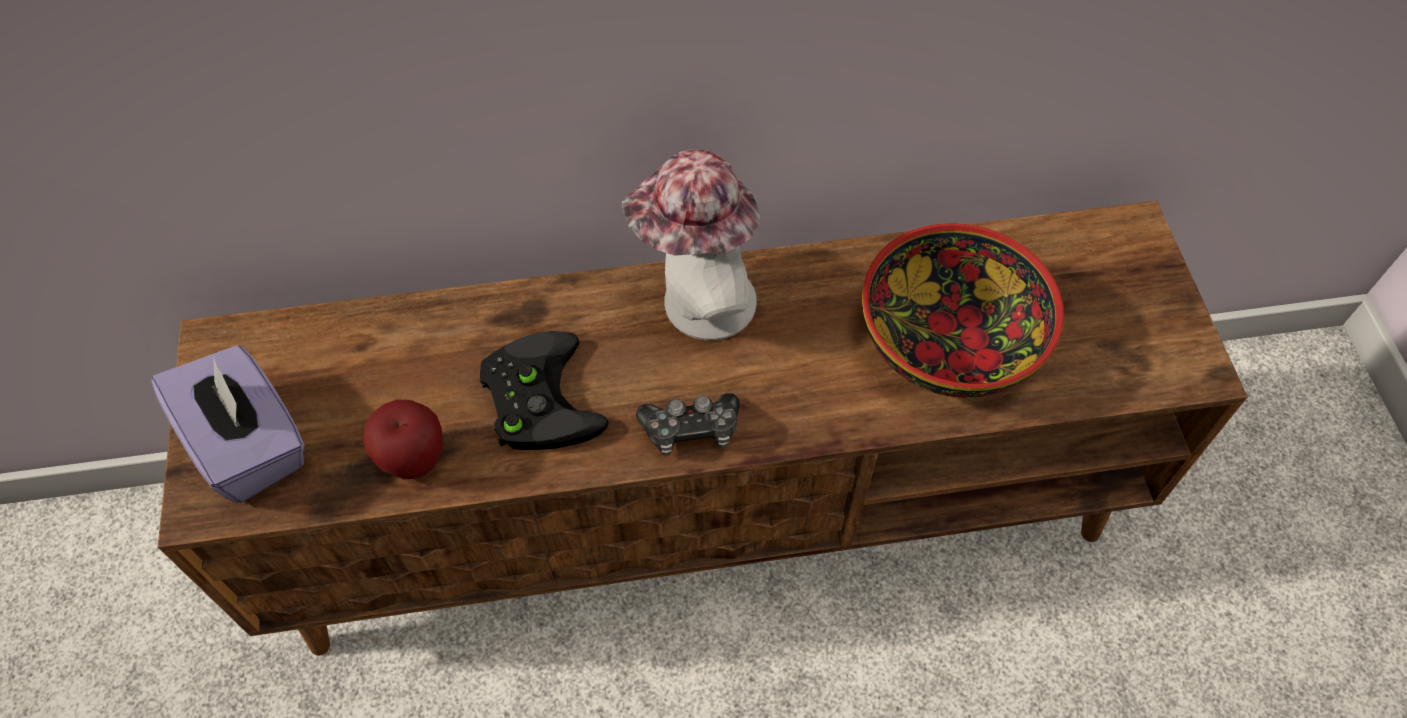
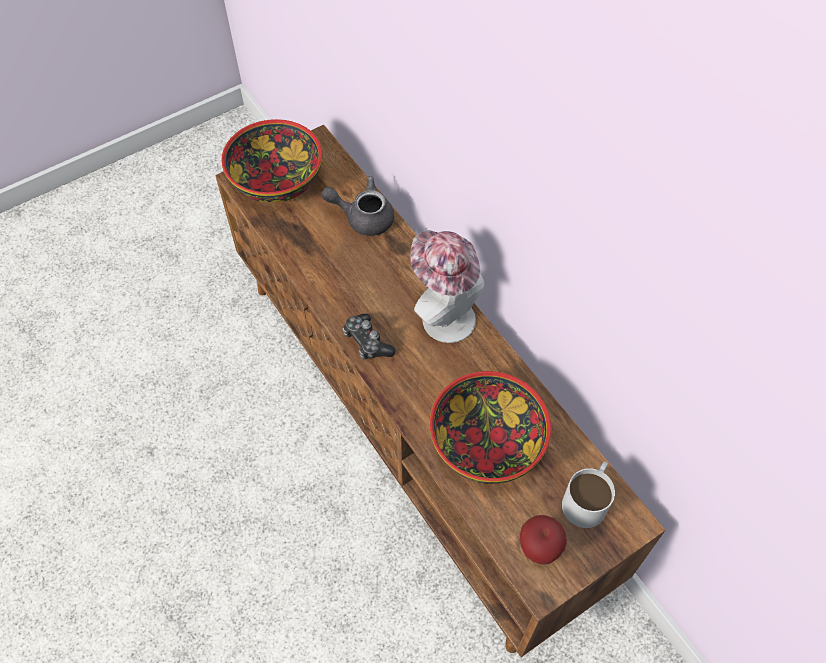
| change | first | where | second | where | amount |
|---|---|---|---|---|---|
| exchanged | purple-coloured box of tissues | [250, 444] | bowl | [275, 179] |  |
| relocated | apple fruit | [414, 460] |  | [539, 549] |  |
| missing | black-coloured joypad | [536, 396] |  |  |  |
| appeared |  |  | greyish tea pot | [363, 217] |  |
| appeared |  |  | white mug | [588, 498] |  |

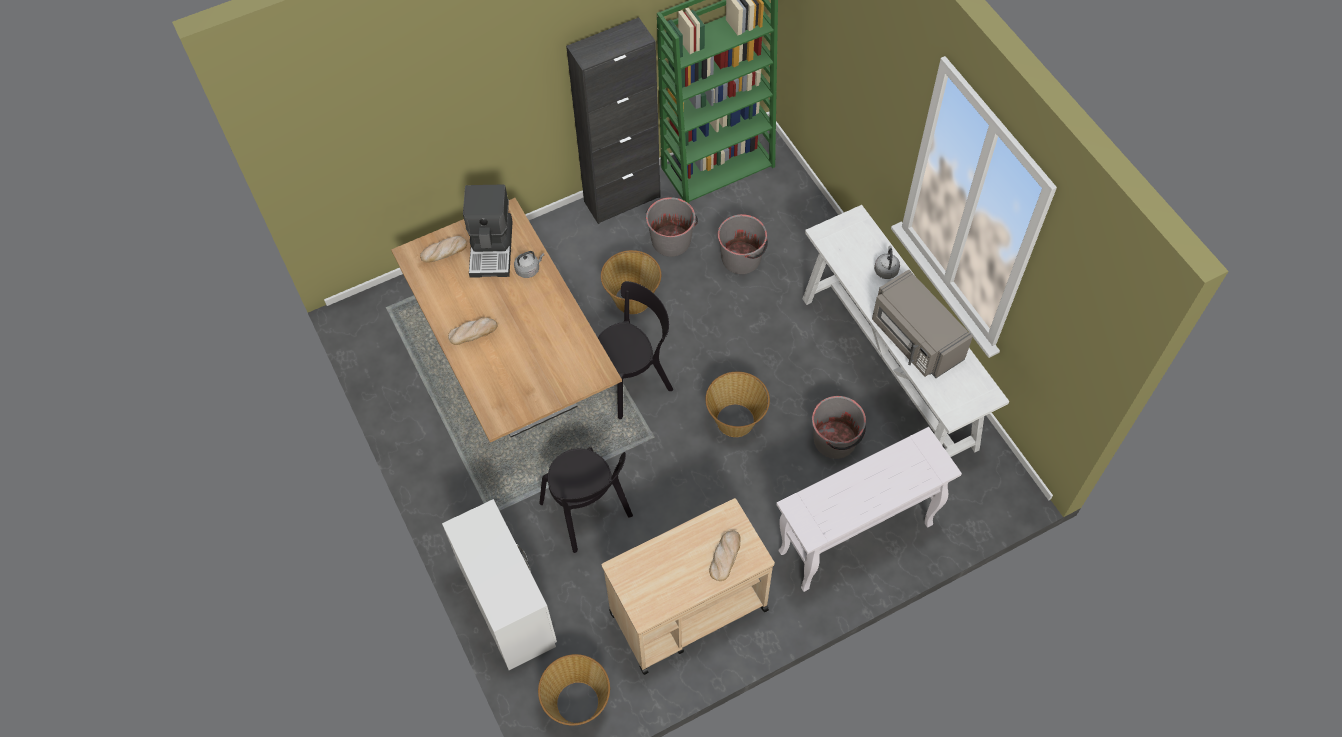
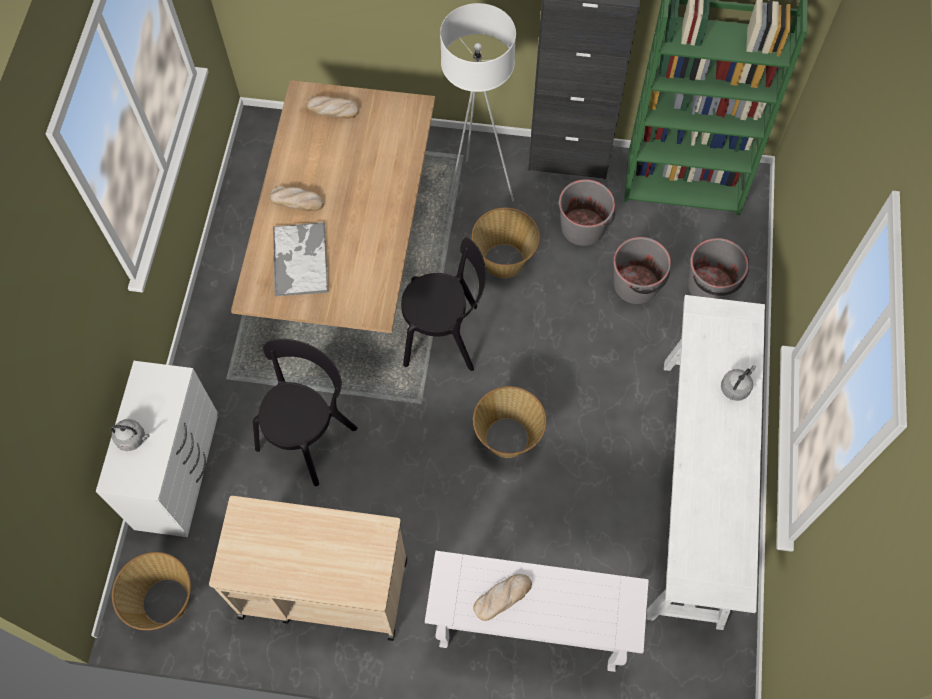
| change | first | where | second | where | amount |
|---|---|---|---|---|---|
| missing | coffee maker | [492, 248] |  |  |  |
| relocated | greyish water kettle | [529, 269] |  | [133, 438] |  |
| spun | black-coloured plain chair | [588, 512] |  | [309, 434] | 150 degrees counterclockwise |
| relocated | bread | [725, 556] |  | [502, 596] |  |
| relocated | greyish water bucket | [835, 440] |  | [710, 286] |  |
| missing | greyish kitchen microwave | [915, 339] |  |  |  |
| appeared |  |  | serving tray | [300, 259] |  |
| appeared |  |  | white standing lamp | [476, 191] |  |

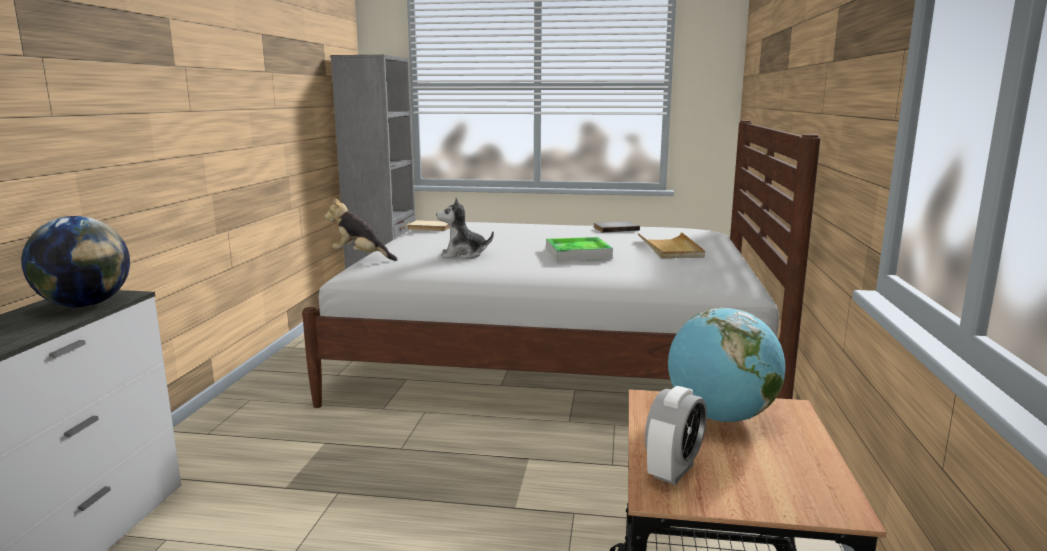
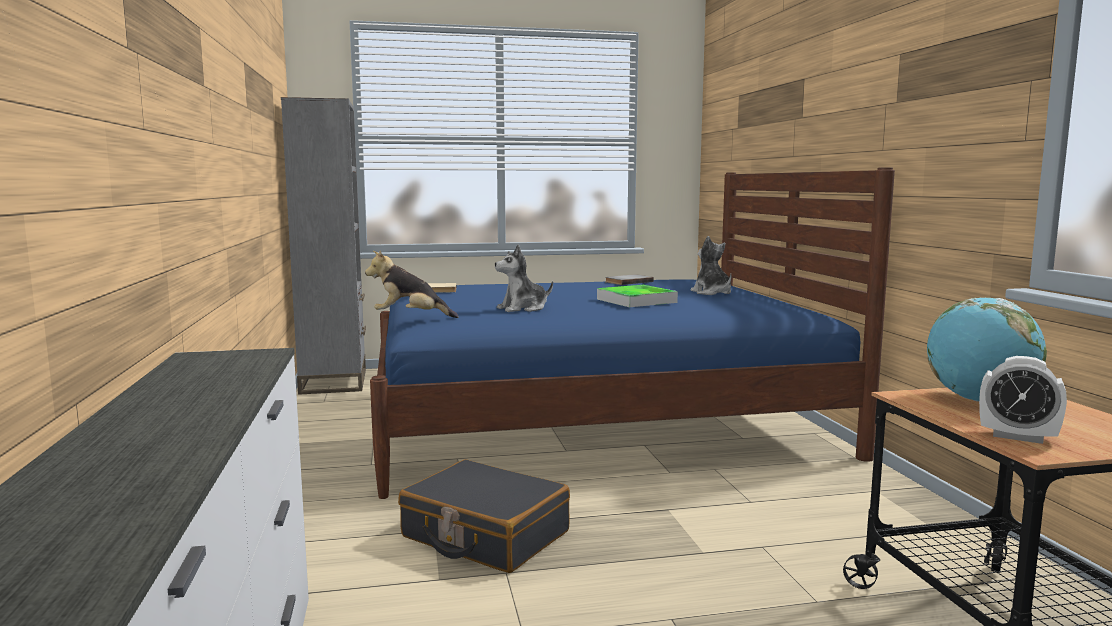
| change | first | where | second | where | amount |
|---|---|---|---|---|---|
| missing | desk globe | [85, 305] |  |  |  |
| colour | white sleeping bed | [554, 359] | blue-coloured sleeping bed | [593, 422] |  |
| exchanged | beige serving tray | [670, 249] | cuddly toy | [711, 293] |  |
| spun | bedside clock | [673, 471] |  | [1017, 437] | 105 degrees clockwise |
| appeared |  |  | black-coloured piece of luggage | [484, 535] |  |

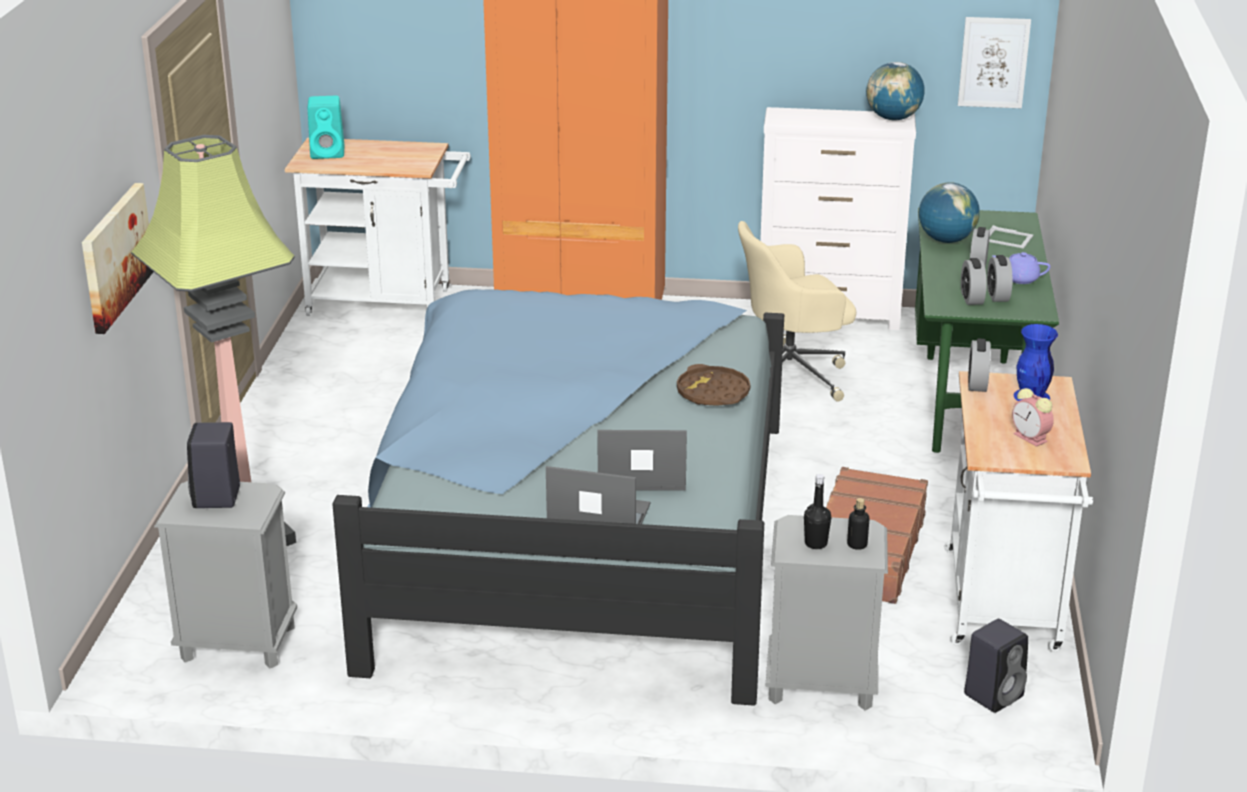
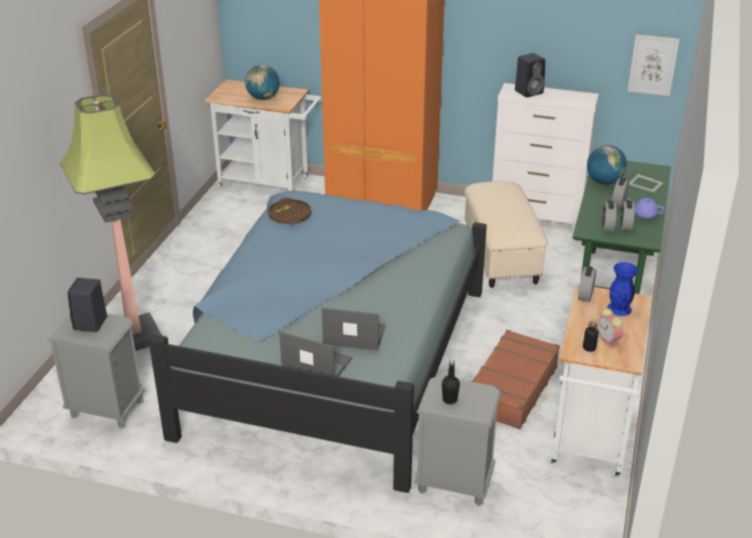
| change | first | where | second | where | amount |
|---|---|---|---|---|---|
| missing | wall picture | [115, 256] |  |  |  |
| missing | blue-green audio speaker | [329, 153] |  |  |  |
| relocated | brown serving tray | [713, 393] |  | [289, 215] |  |
| exchanged | beige desk chair | [790, 374] | beige pouffe | [500, 256] |  |
| relocated | beverage bottle | [857, 544] |  | [589, 348] |  |
| relocated | desk globe | [893, 118] |  | [263, 98] |  |
| relocated | black-coloured audio speaker | [994, 694] |  | [529, 92] |  |

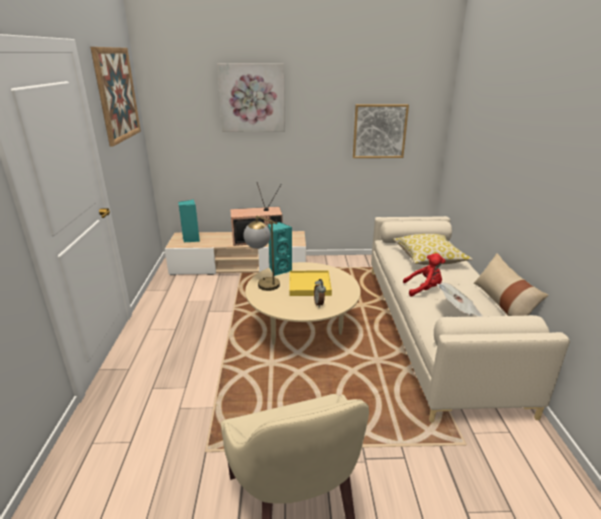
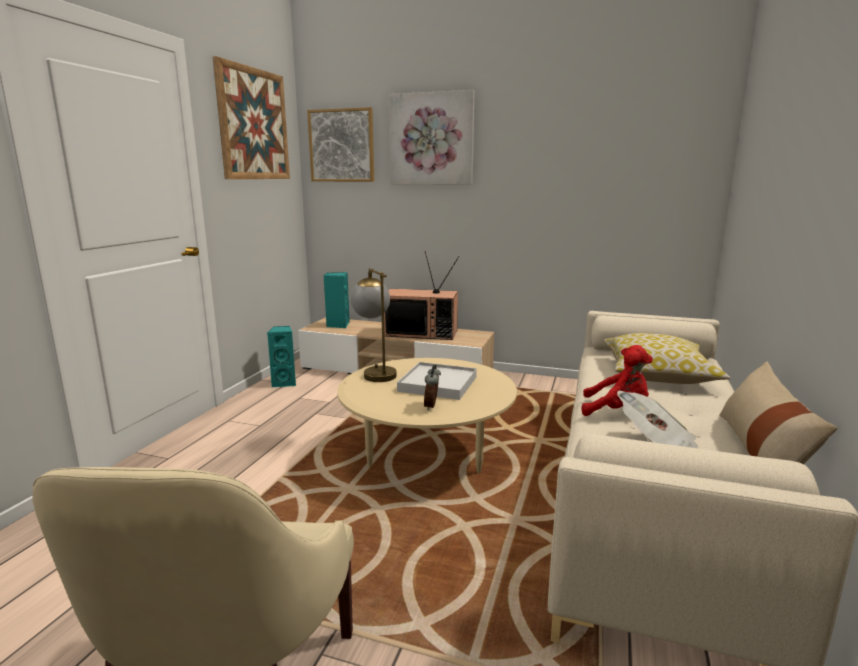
| change | first | where | second | where | amount |
|---|---|---|---|---|---|
| relocated | blue-green audio speaker | [279, 270] |  | [285, 383] |  |
| colour | yellow-coloured serving tray | [309, 285] | white serving tray | [438, 384] |  |
| relocated | wall picture | [379, 131] |  | [342, 146] |  |

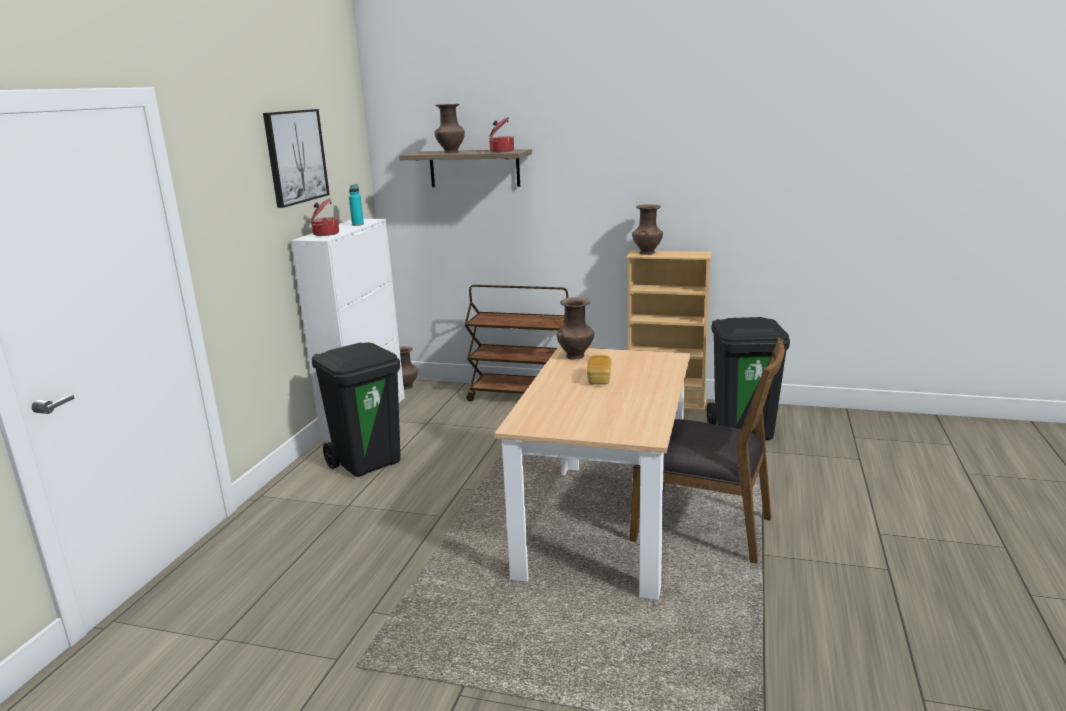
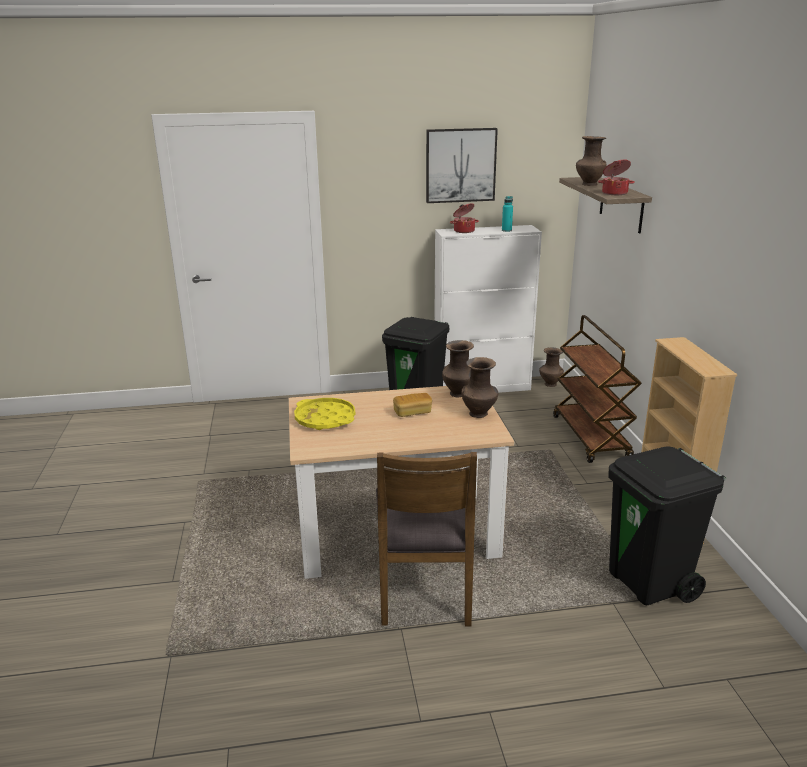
| change | first | where | second | where | amount |
|---|---|---|---|---|---|
| relocated | brown flower vase | [647, 253] |  | [479, 414] |  |
| appeared |  |  | yellow-coloured serving tray | [325, 419] |  |

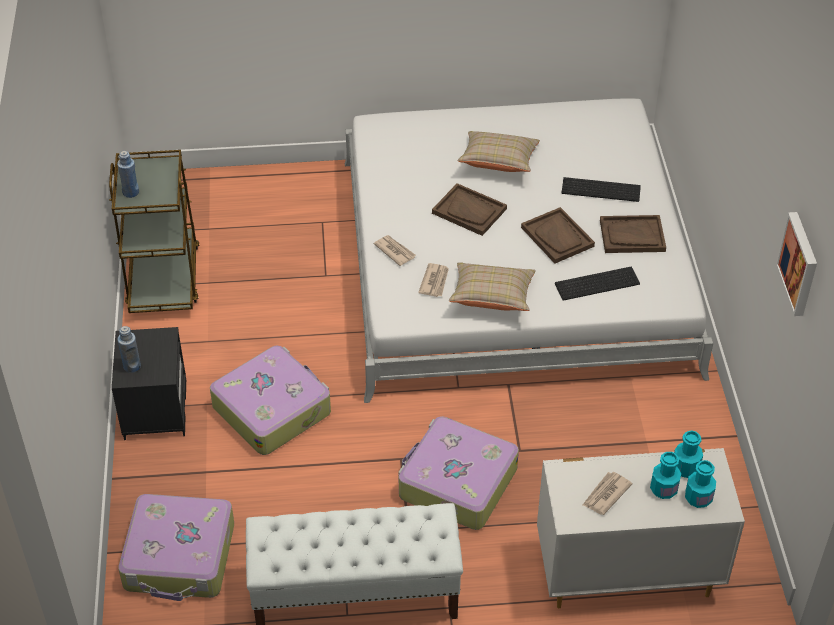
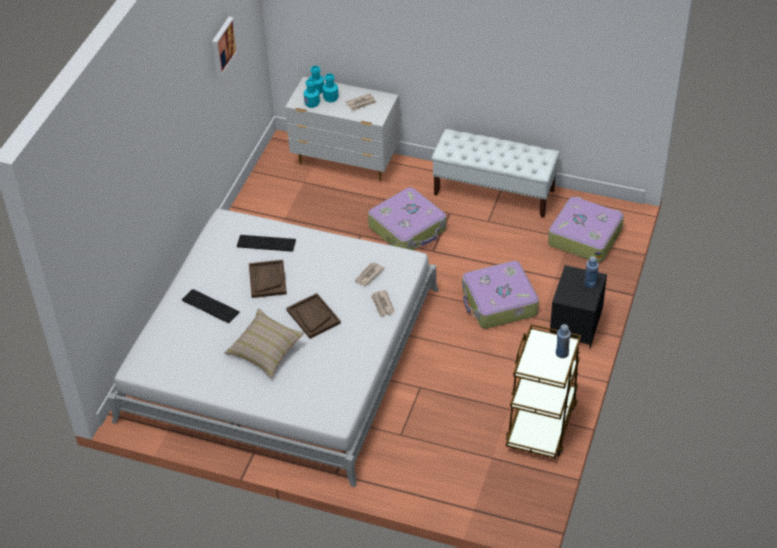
| change | first | where | second | where | amount |
|---|---|---|---|---|---|
| missing | beige throw pillow | [492, 298] |  |  |  |
| missing | brown serving tray | [632, 236] |  |  |  |

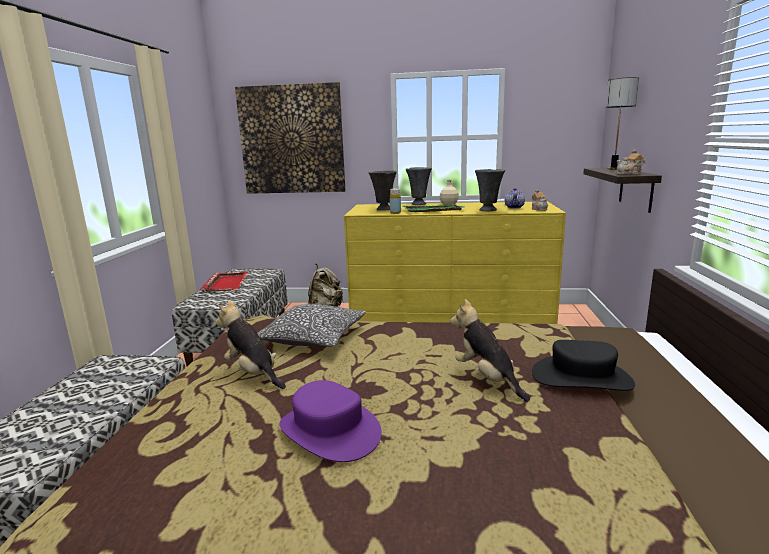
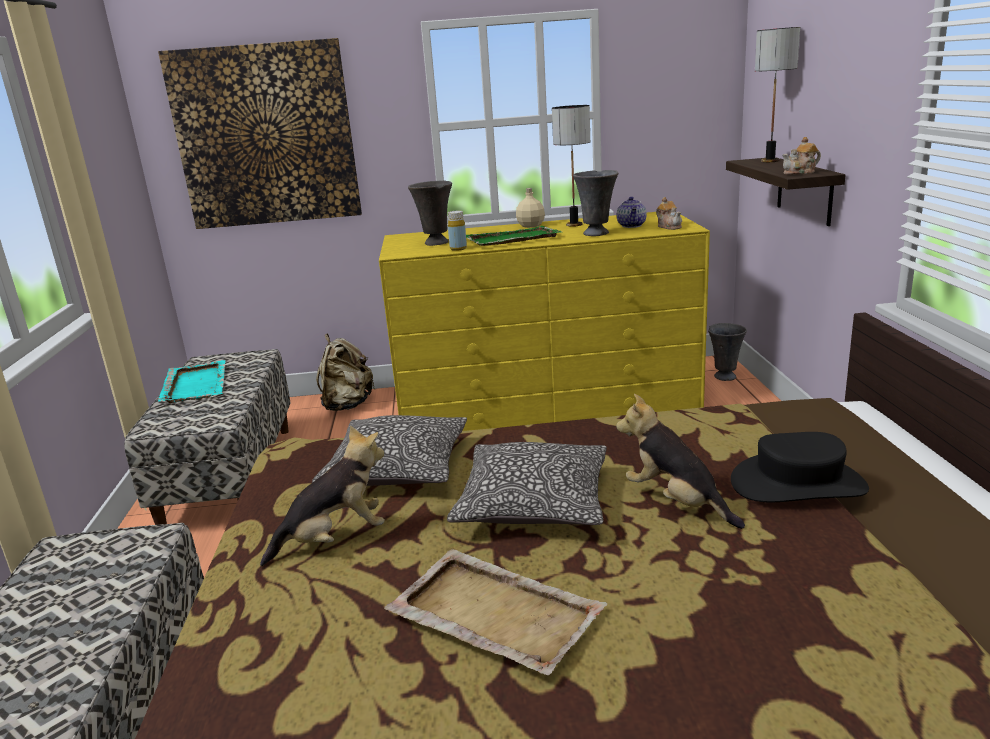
| change | first | where | second | where | amount |
|---|---|---|---|---|---|
| colour | red serving tray | [226, 283] | blue-green serving tray | [195, 384] |  |
| spun | cuddly toy | [253, 373] |  | [335, 539] | 120 degrees clockwise |
| exchanged | purple-coloured hat | [329, 431] | beige serving tray | [493, 613] |  |
| relocated | greyish flower vase | [419, 204] |  | [725, 376] |  |
| appeared |  |  | throw pillow | [533, 502] |  |
| appeared |  |  | tabletop lamp | [574, 224] |  |

